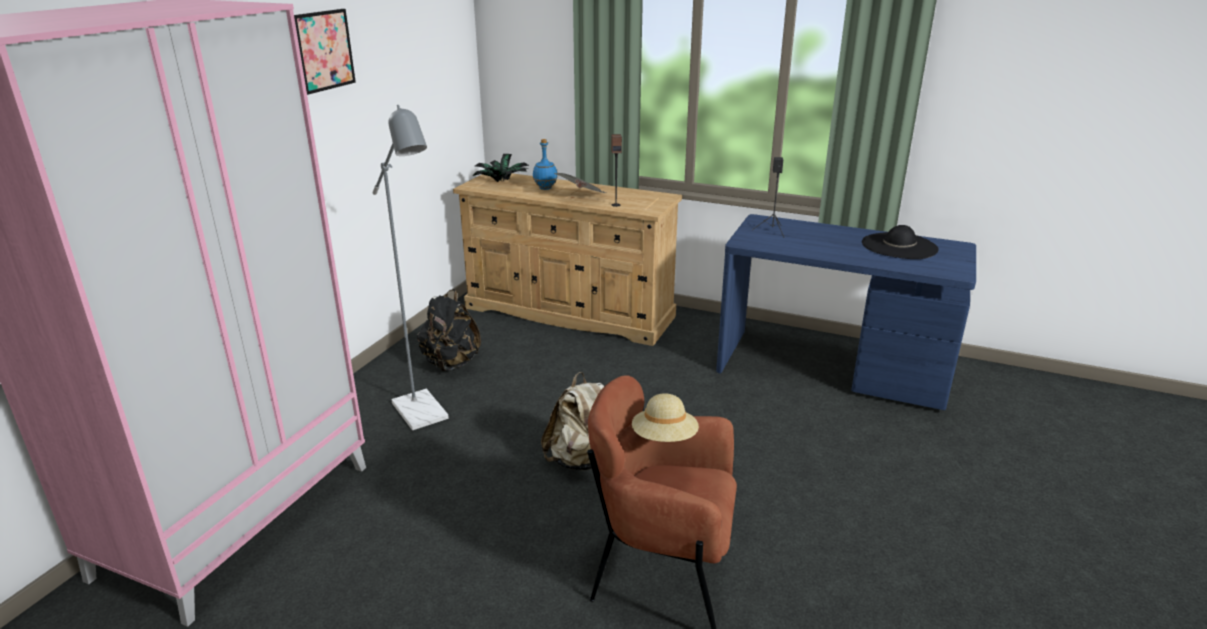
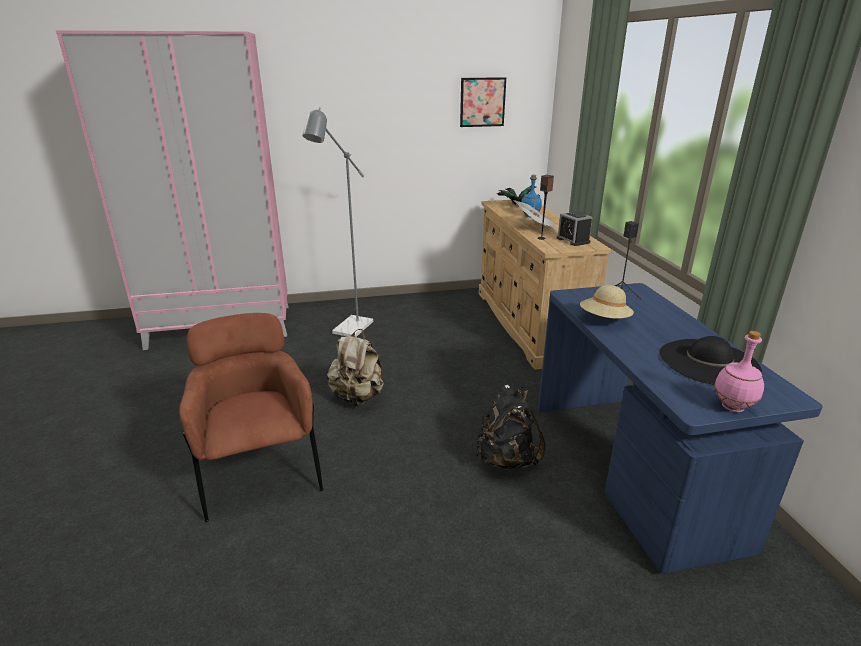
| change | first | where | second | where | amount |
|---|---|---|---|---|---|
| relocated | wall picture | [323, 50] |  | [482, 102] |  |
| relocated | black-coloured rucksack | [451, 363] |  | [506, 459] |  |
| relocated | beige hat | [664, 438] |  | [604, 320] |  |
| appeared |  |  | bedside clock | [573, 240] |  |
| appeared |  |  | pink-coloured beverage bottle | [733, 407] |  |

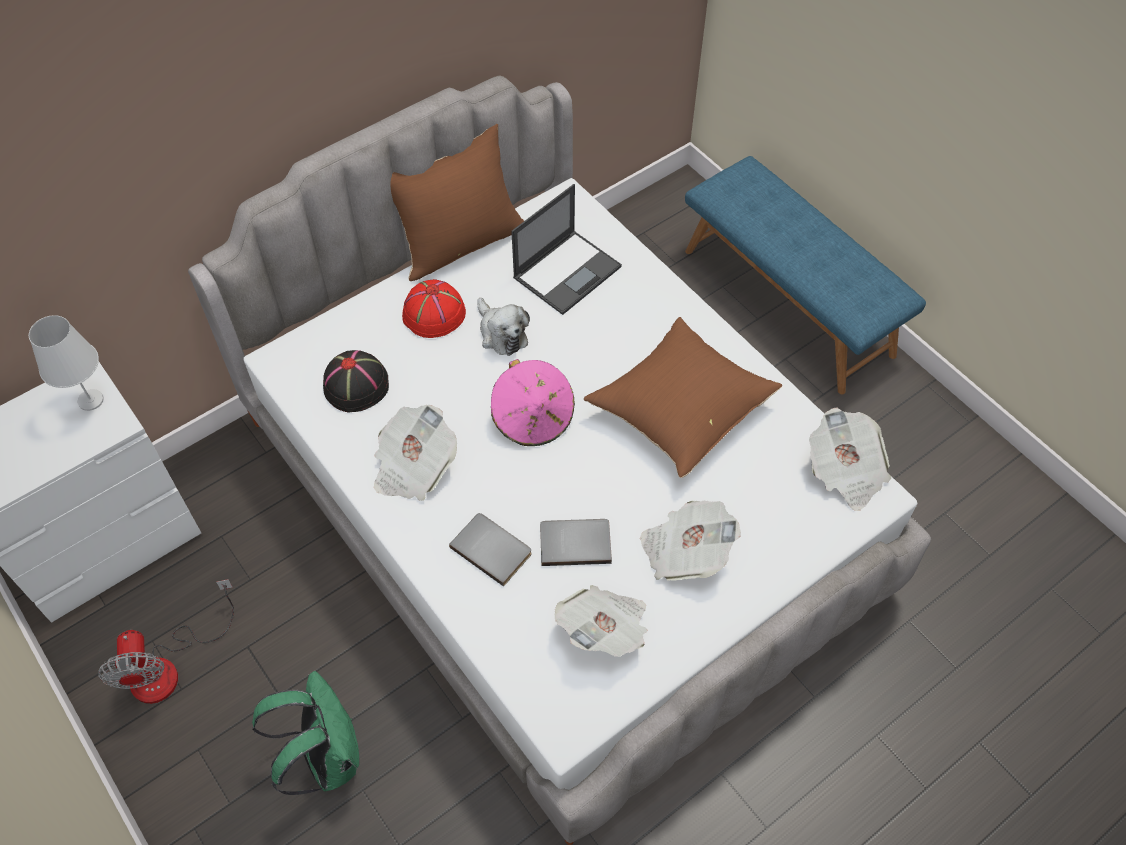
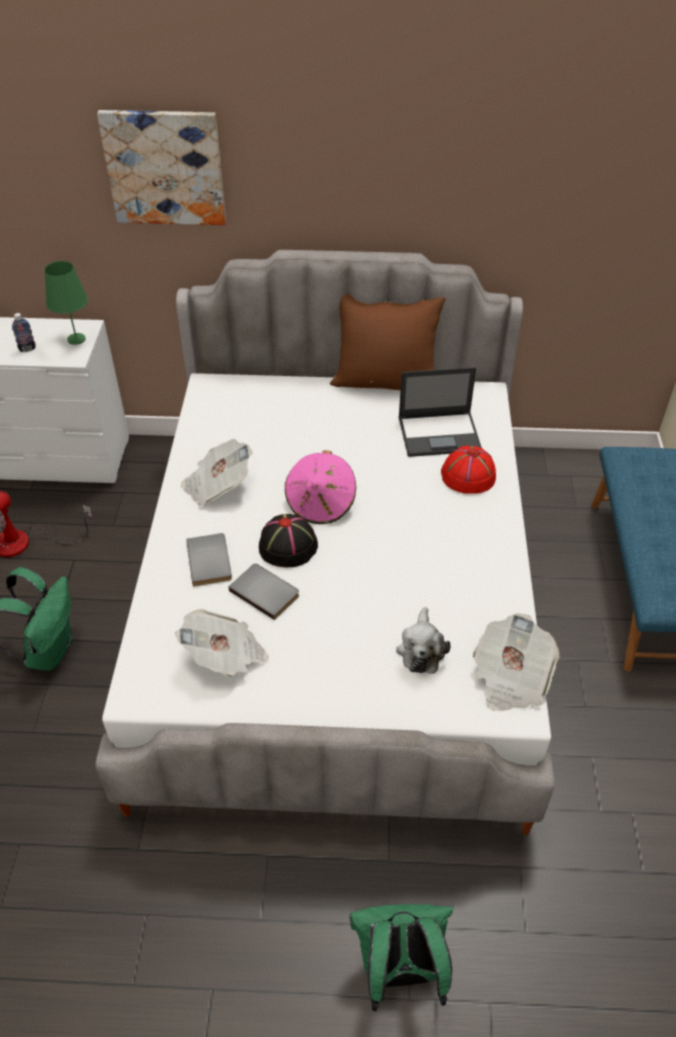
| change | first | where | second | where | amount |
|---|---|---|---|---|---|
| colour | white tabletop lamp | [91, 400] | green-coloured tabletop lamp | [76, 339] |  |
| relocated | black-coloured hat | [356, 385] |  | [288, 546] |  |
| relocated | red hat | [433, 314] |  | [467, 476] |  |
| relocated | cuddly toy | [501, 333] |  | [421, 649] |  |
| missing | brown throw pillow | [680, 409] |  |  |  |
| missing | daily paper | [685, 551] |  |  |  |
| appeared |  |  | beverage bottle | [27, 349] |  |
| appeared |  |  | wall picture | [165, 167] |  |
| appeared |  |  | green-coloured rucksack | [399, 971] |  |

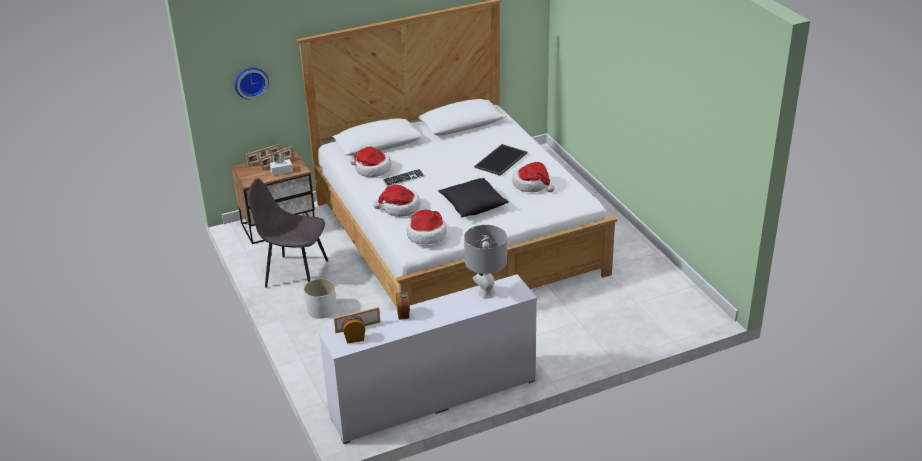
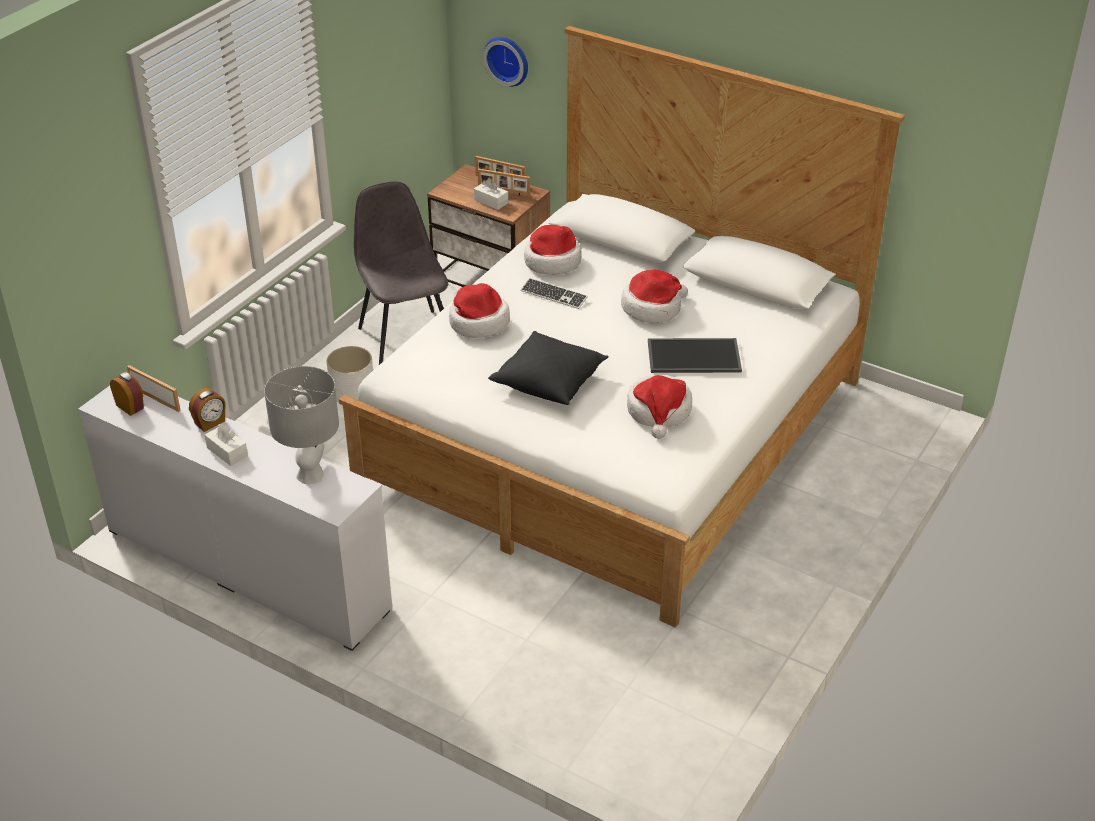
| change | first | where | second | where | amount |
|---|---|---|---|---|---|
| relocated | hat | [426, 235] |  | [652, 308] |  |
| appeared |  |  | white box of tissues | [227, 452] |  |

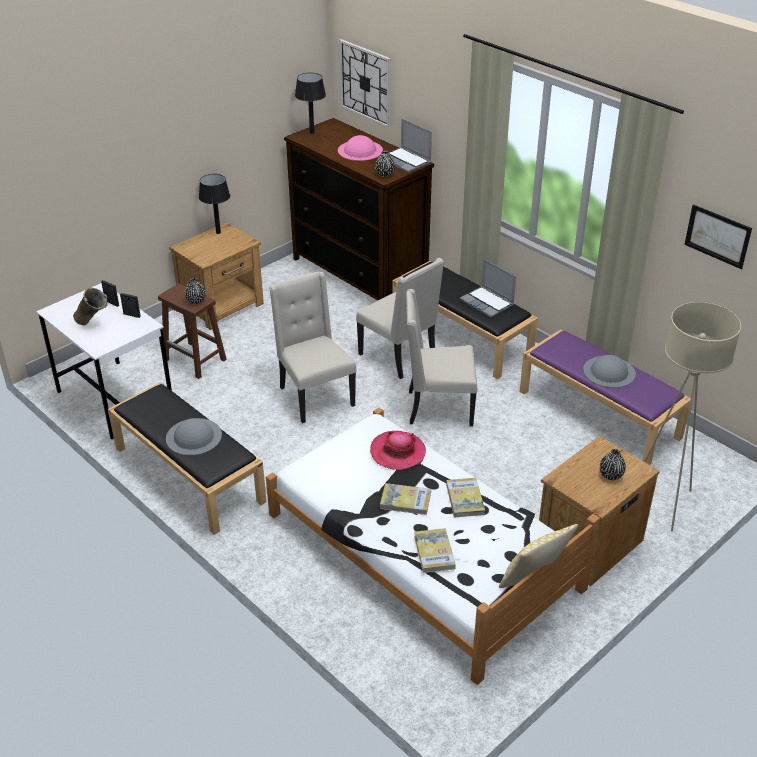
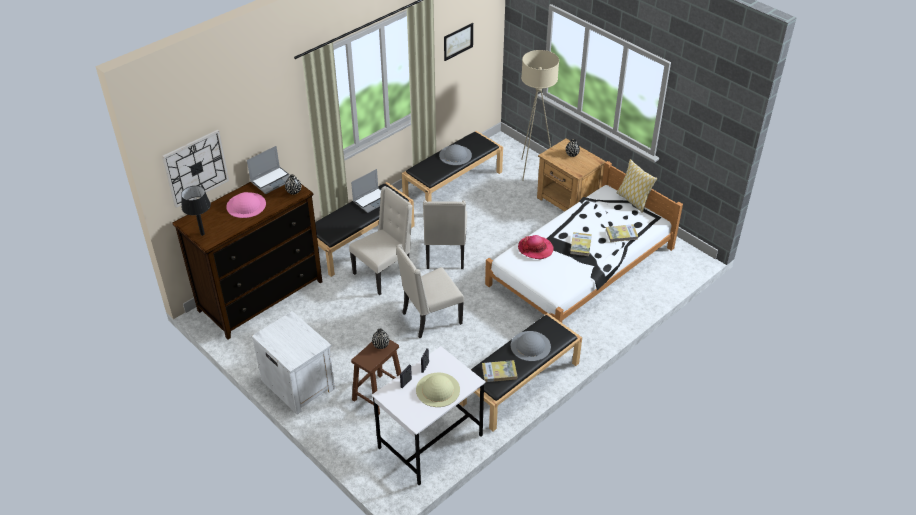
| change | first | where | second | where | amount |
|---|---|---|---|---|---|
| exchanged | beige flower vase | [94, 324] | beige hat | [438, 389] |  |
| colour | brown nightstand | [223, 306] | white nightstand | [298, 383] |  |
| missing | black-coloured tabletop lamp | [218, 232] |  |  |  |
| relocated | book | [465, 499] |  | [499, 372] |  |
| colour | purple-coloured long seat | [600, 414] | black-coloured long seat | [453, 184] |  |

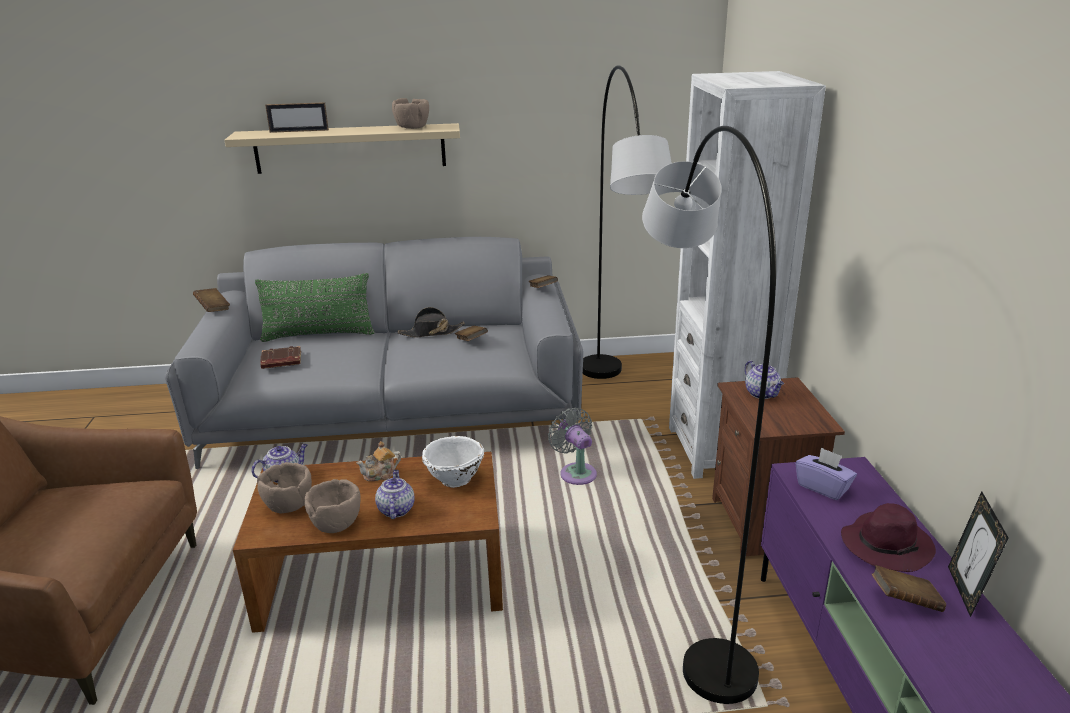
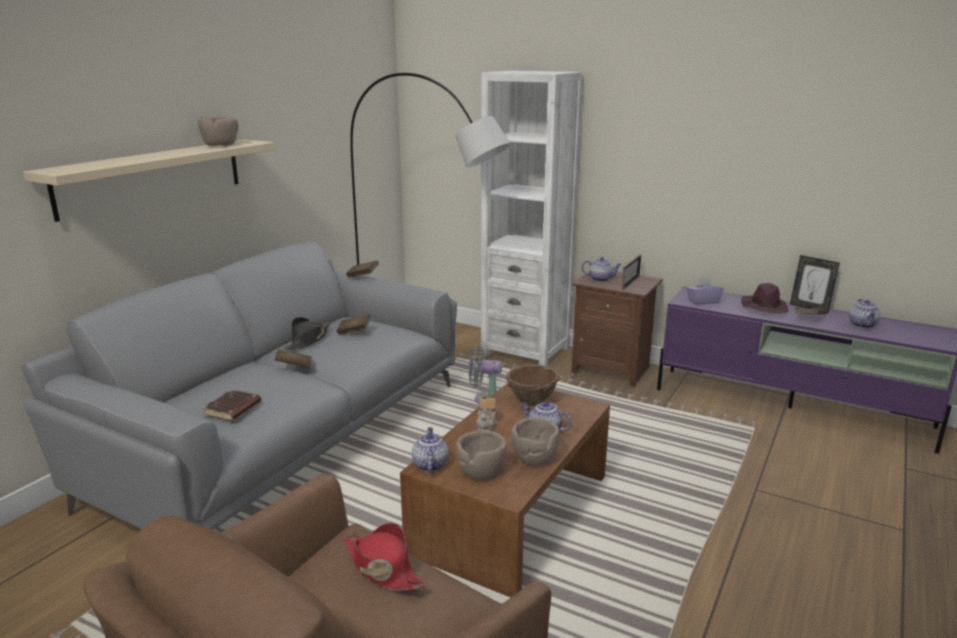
| change | first | where | second | where | amount |
|---|---|---|---|---|---|
| relocated | brown book | [213, 308] |  | [294, 367] |  |
| missing | green-coloured throw pillow | [319, 334] |  |  |  |
| relocated | photo frame | [299, 131] |  | [630, 283] |  |
| colour | white bowl | [454, 479] | brown bowl | [531, 401] |  |
| missing | greyish standing lamp | [684, 578] |  |  |  |
| appeared |  |  | red hat | [382, 567] |  |
| appeared |  |  | tea pot | [863, 325] |  |

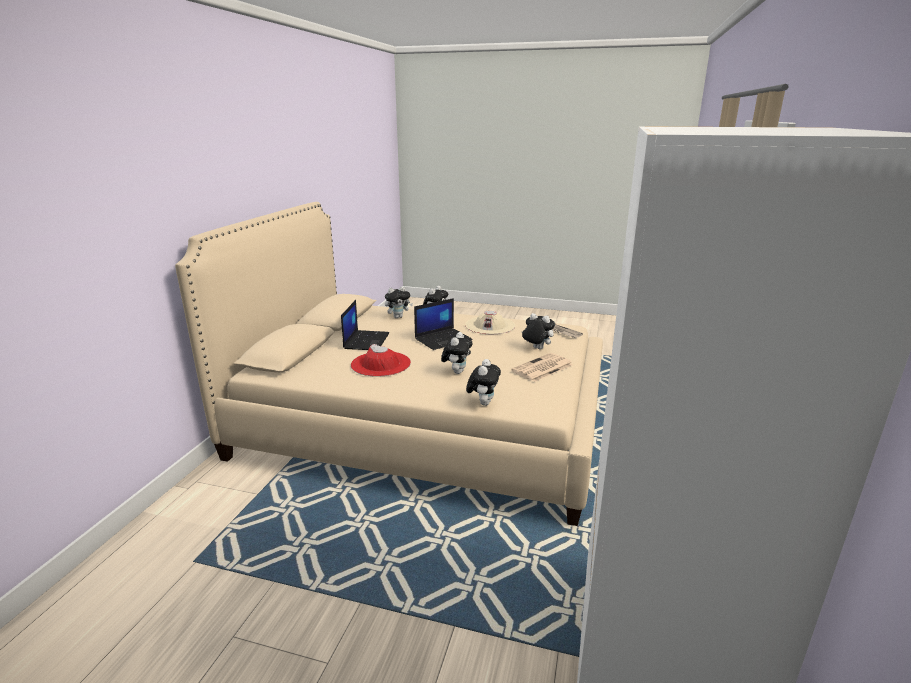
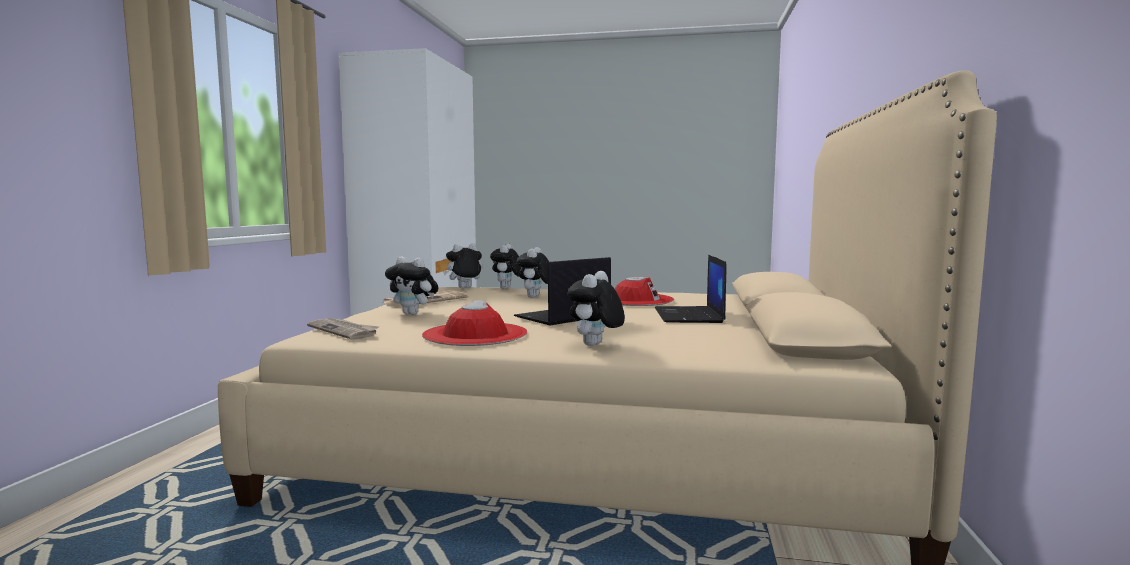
| change | first | where | second | where | amount |
|---|---|---|---|---|---|
| relocated | cuddly toy | [398, 317] |  | [464, 288] |  |
| colour | beige hat | [490, 325] | red hat | [475, 334] |  |

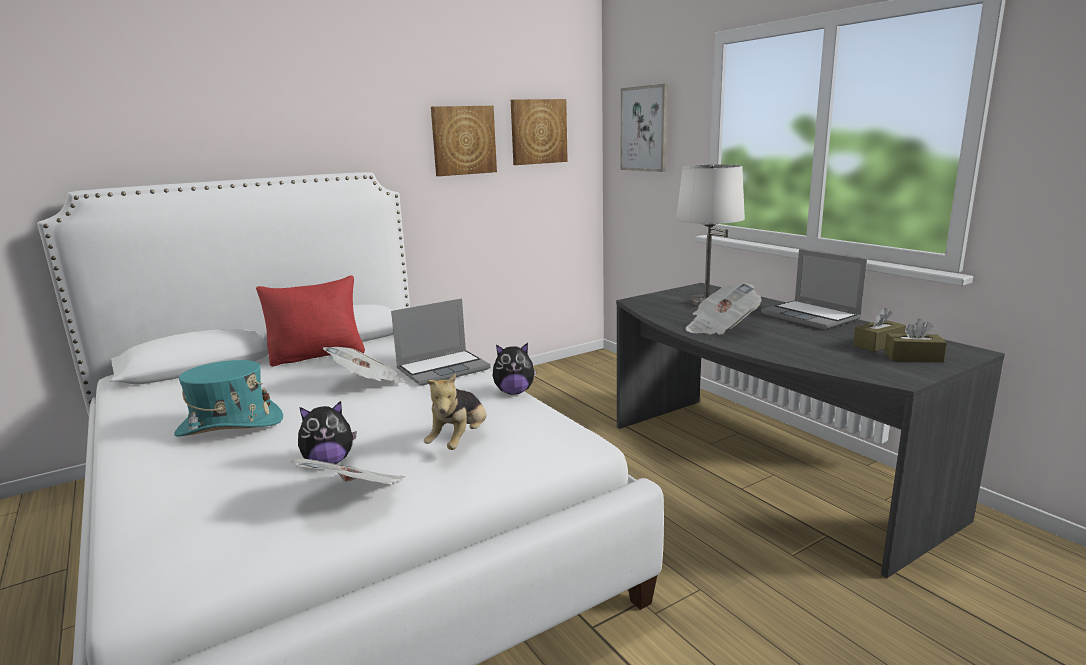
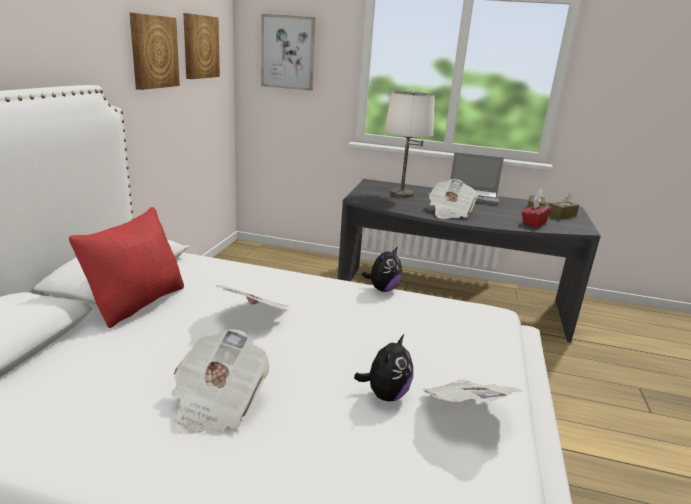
| change | first | where | second | where | amount |
|---|---|---|---|---|---|
| exchanged | blue-green hat | [230, 425] | daily paper | [217, 403] |  |
| missing | laptop | [443, 369] |  |  |  |
| missing | cuddly toy | [460, 441] |  |  |  |
| appeared |  |  | red box of tissues | [533, 223] |  |

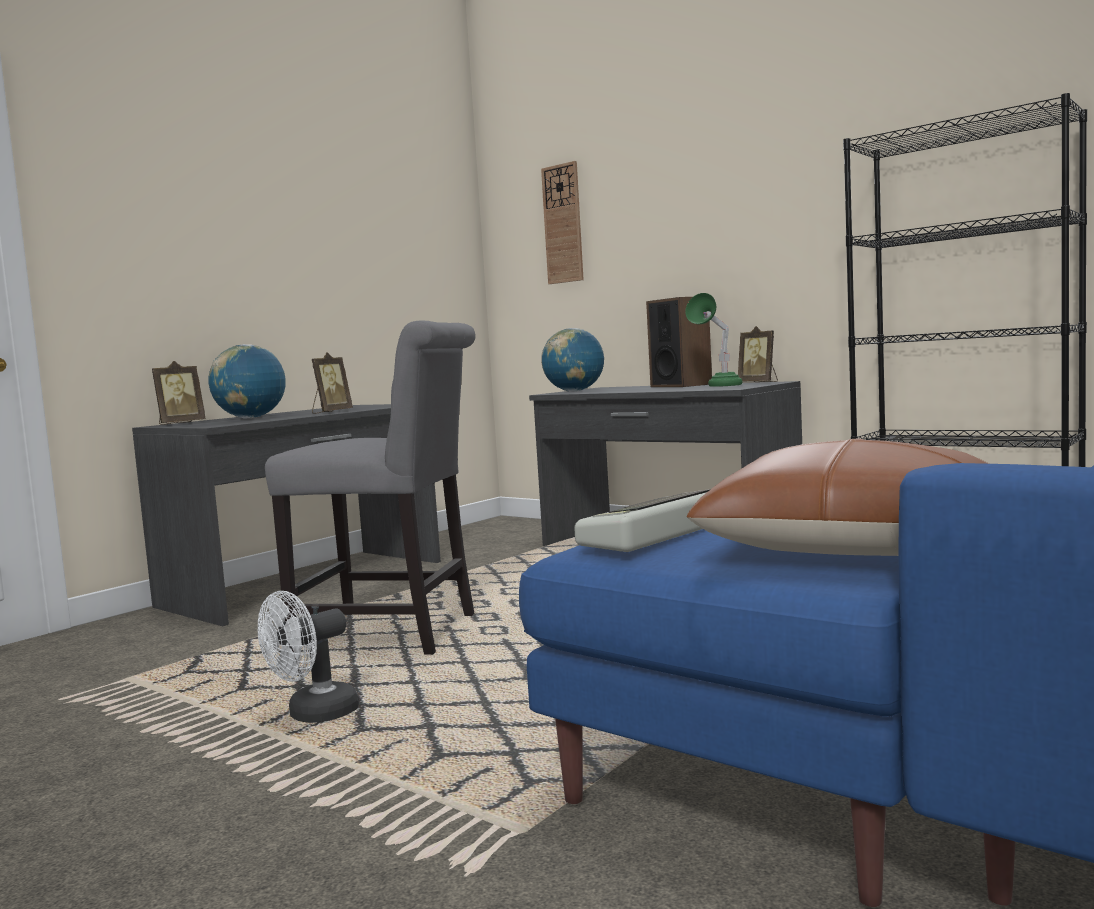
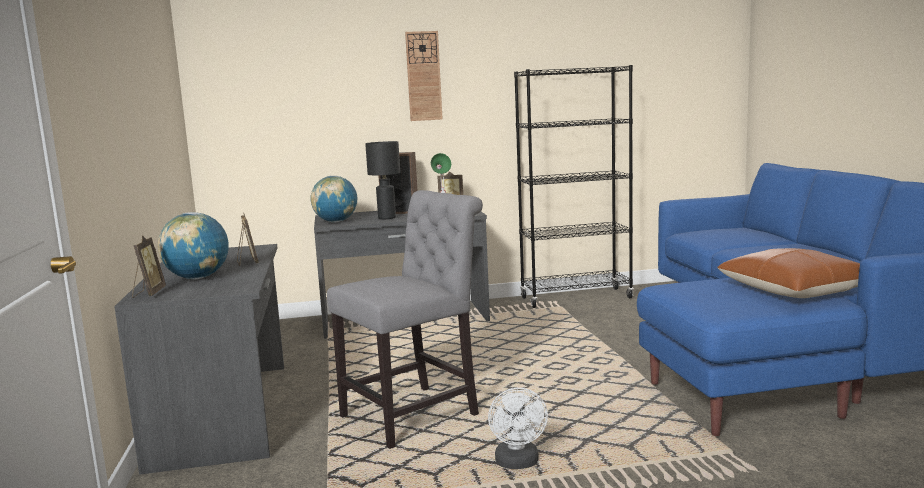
| change | first | where | second | where | amount |
|---|---|---|---|---|---|
| relocated | wall clock | [563, 224] |  | [423, 76] |  |
| missing | computer keyboard | [658, 534] |  |  |  |
| appeared |  |  | black-coloured tabletop lamp | [387, 218] |  |

